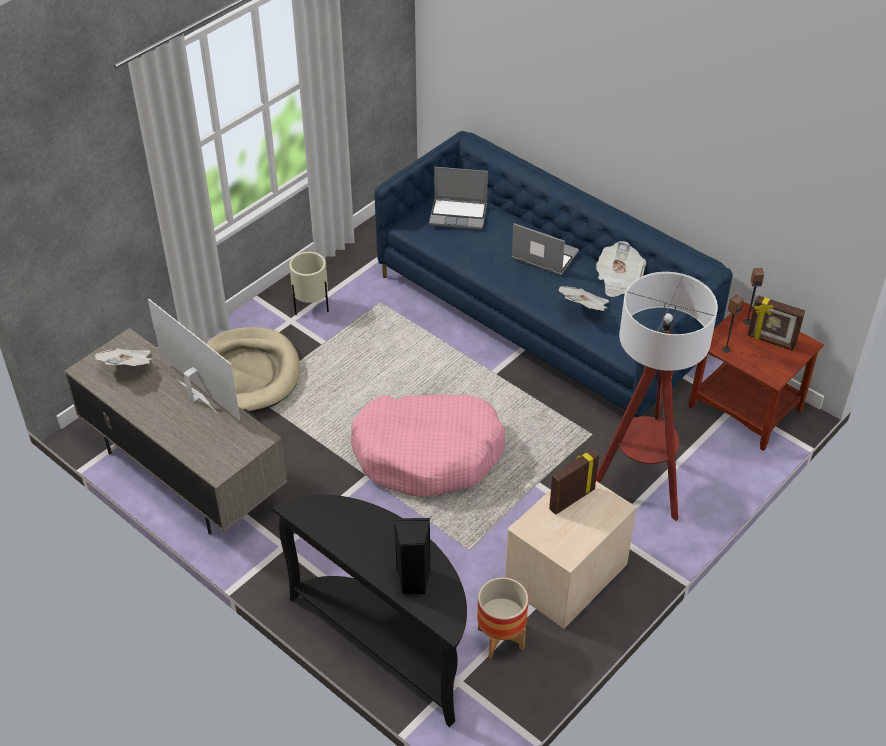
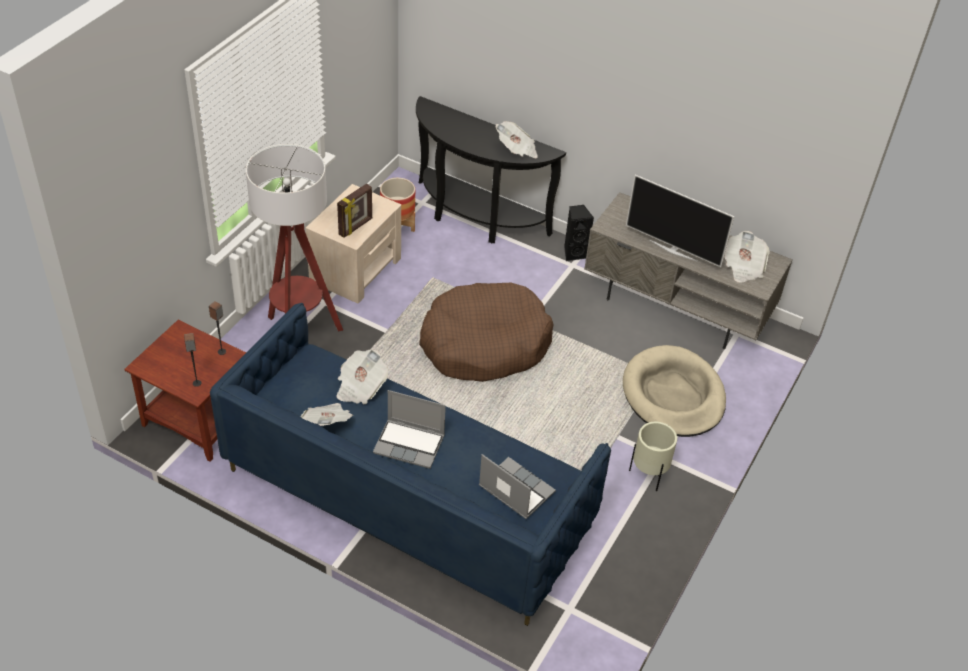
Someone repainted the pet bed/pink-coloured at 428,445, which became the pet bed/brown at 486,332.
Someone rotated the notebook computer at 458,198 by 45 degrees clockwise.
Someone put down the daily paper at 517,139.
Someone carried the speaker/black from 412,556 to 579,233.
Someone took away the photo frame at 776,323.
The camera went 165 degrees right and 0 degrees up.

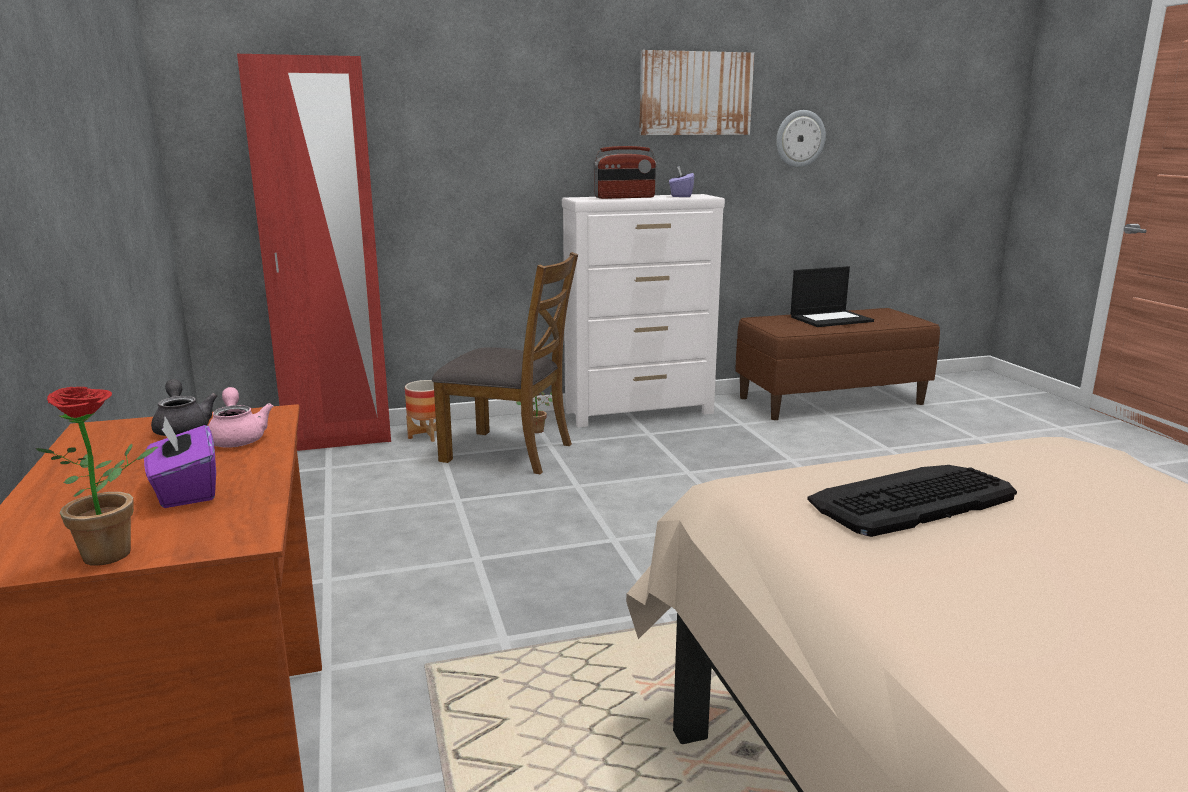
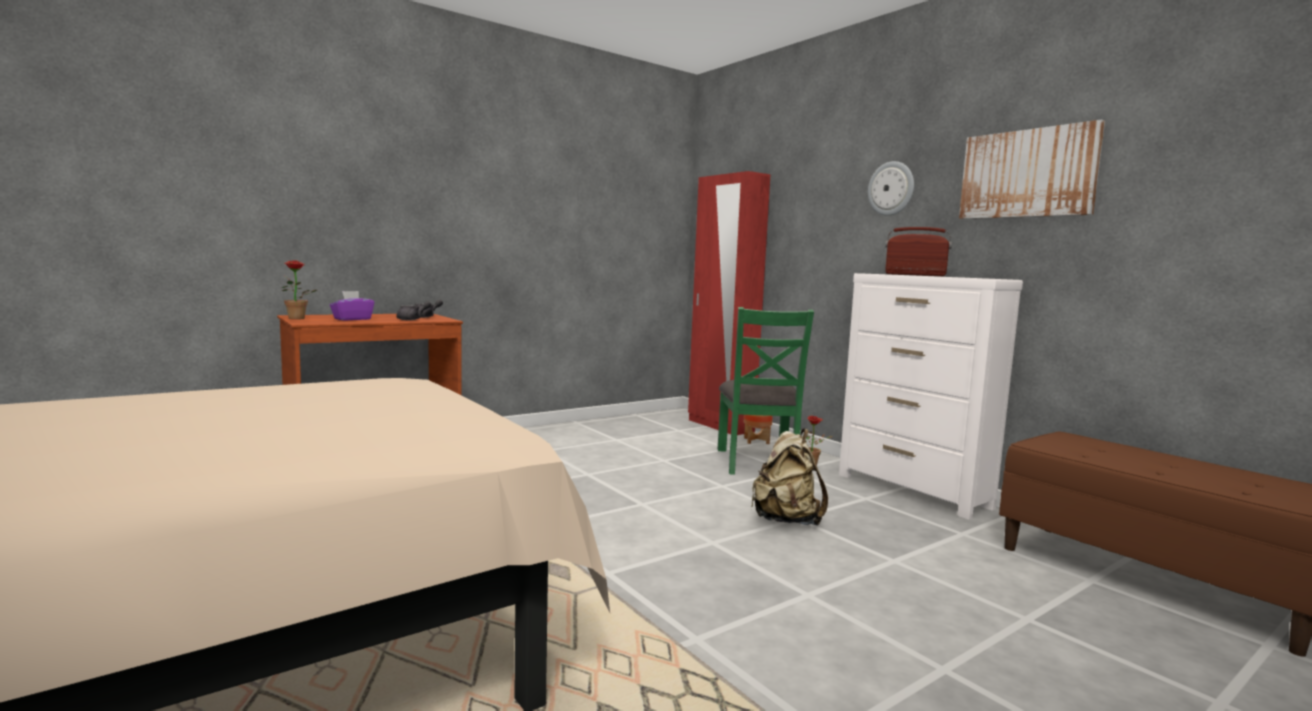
Someone repainted the pot for tea/pink-coloured at 240,417, which became the pot for tea/greyish at 414,310.
Someone repainted the upright chair/brown at 505,363, which became the upright chair/green at 766,391.
Someone put down the rucksack/beige at 789,477.
Someone carried the clock on the wall from 801,138 to 891,188.
Someone rotated the radio receiver at 625,172 by 150 degrees clockwise.
Someone took away the box of tissues/purple-coloured at 682,181.
Someone took away the notebook computer at 832,296.
Someone took away the computer keyboard at 912,501.
The camera went 70 degrees right and 10 degrees down.

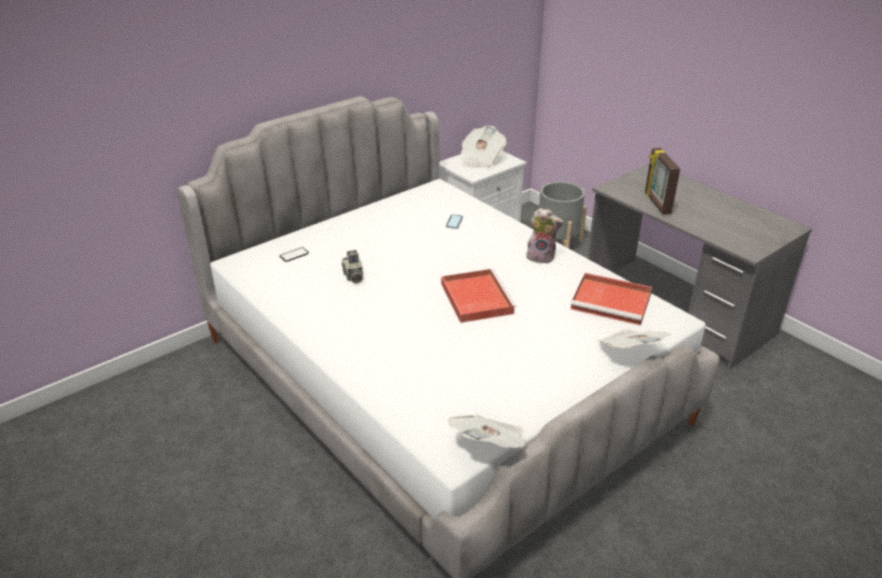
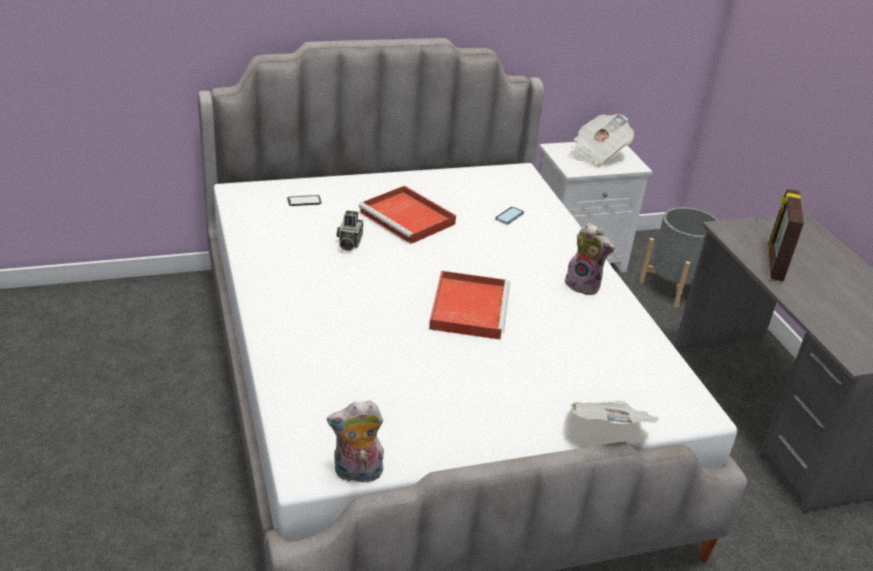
Someone swapped the daily paper at 487,431 for the soft toy at 355,441.
Someone carried the serving tray/reddish from 611,299 to 407,215.
The camera went 20 degrees right and 0 degrees up.

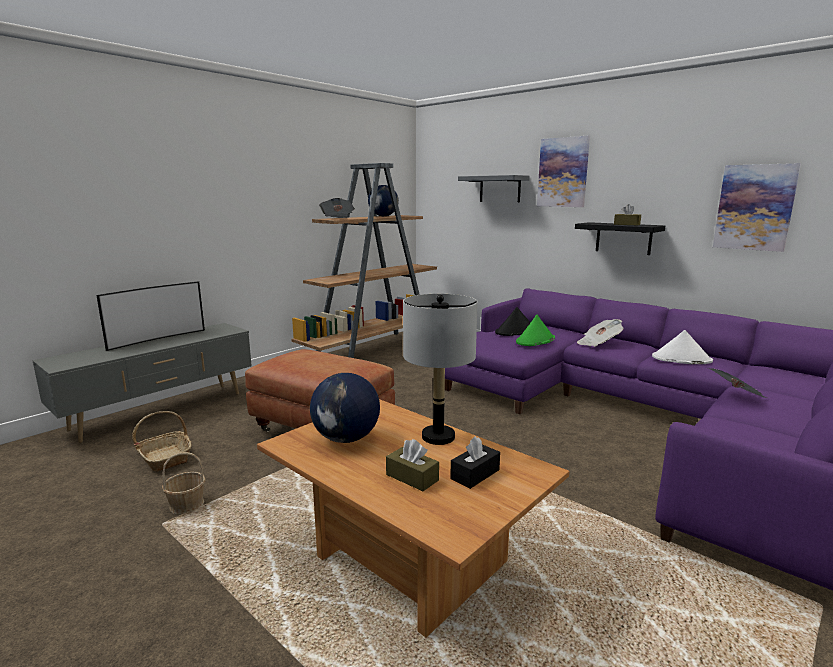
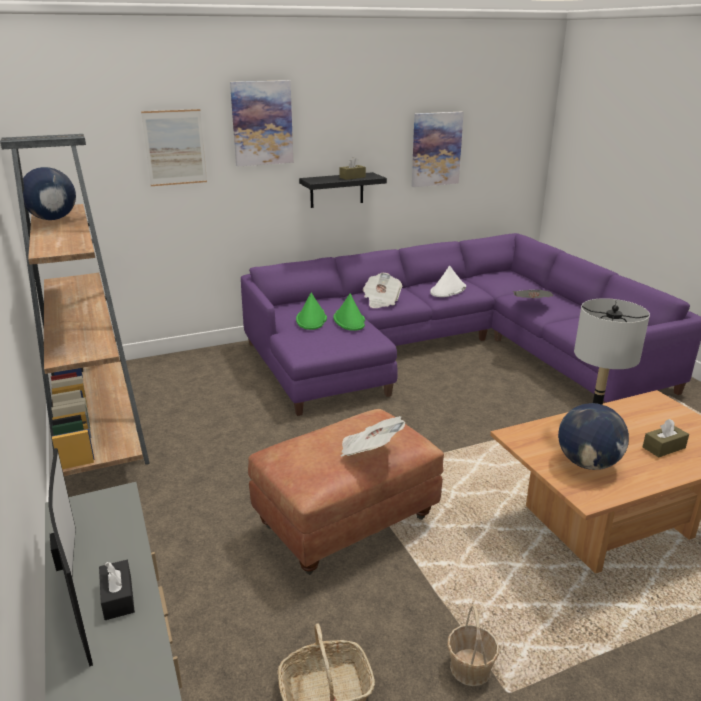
Someone carried the box of tissues/black from 475,462 to 117,590.
Someone swapped the bracket shelf/greyish at 494,188 for the wall picture at 174,147.
Someone repainted the wearable hat/black at 513,321, which became the wearable hat/green at 311,311.
Someone carried the daily paper from 337,208 to 373,436.
The camera went 65 degrees left and 10 degrees up.

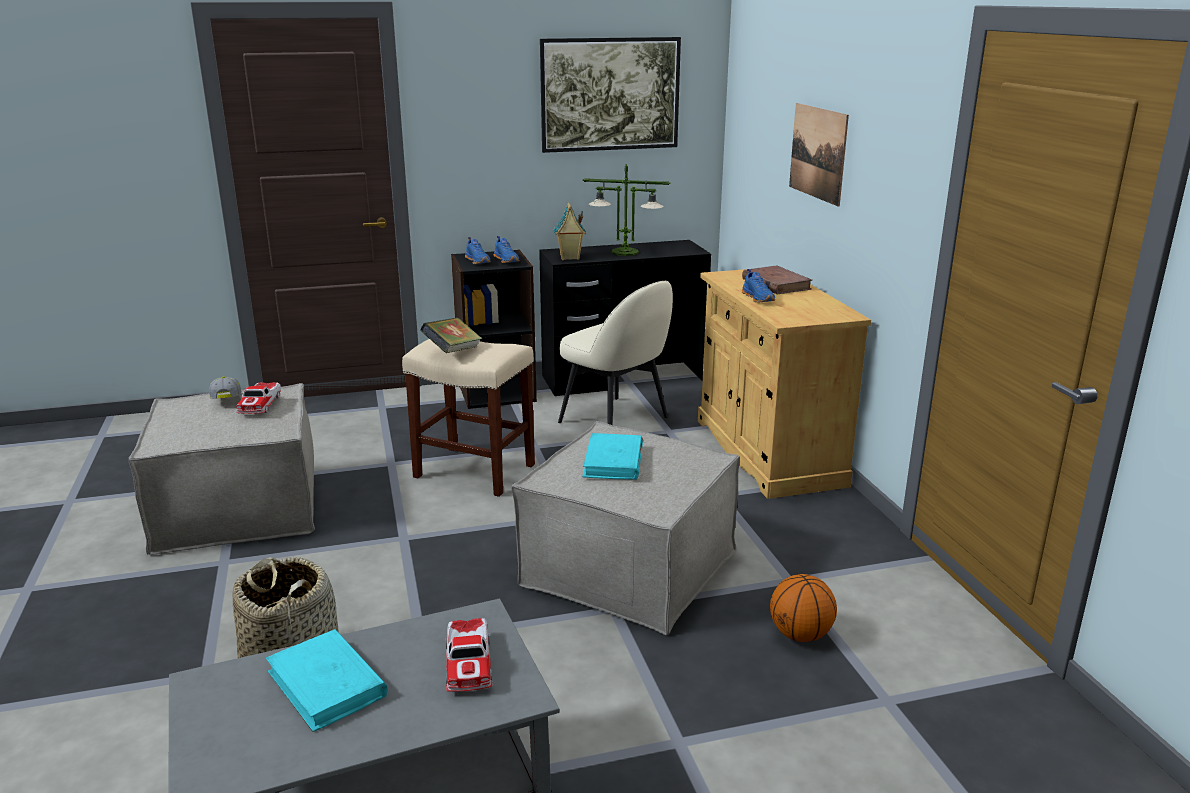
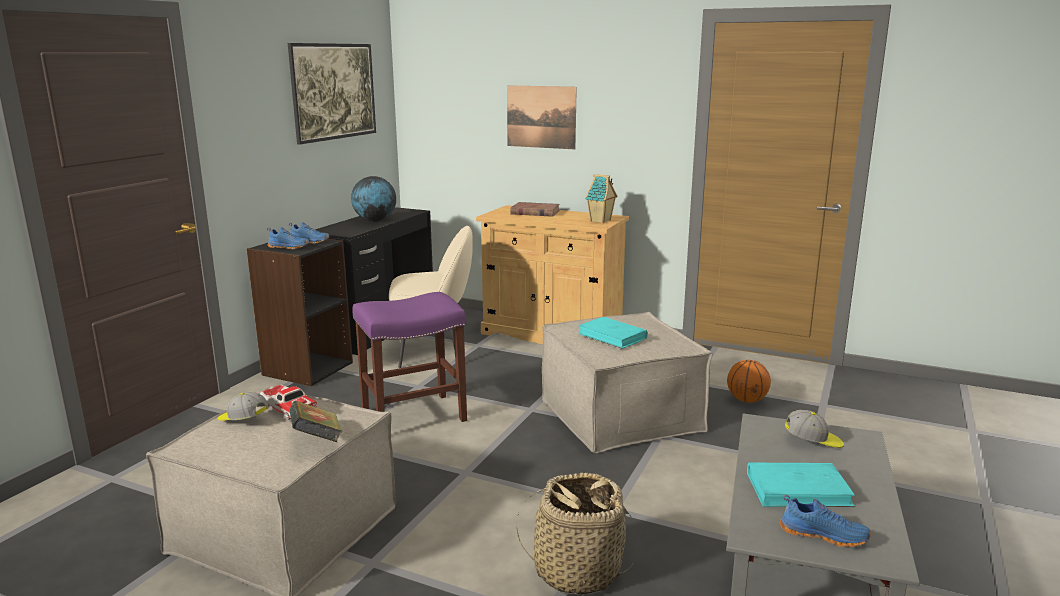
Someone carried the book from 451,335 to 316,421.
Someone swapped the tabletop lamp at 627,210 for the globe at 373,199.
Someone repainted the stool seat/beige at 468,418, which became the stool seat/purple-coloured at 409,357.
Someone carried the toy house from 570,231 to 601,198.
Someone carried the shoe/blue-coloured from 758,286 to 825,521.
Someone swapped the model car at 469,654 for the cap at 814,429.
The camera went 50 degrees left and 5 degrees down.

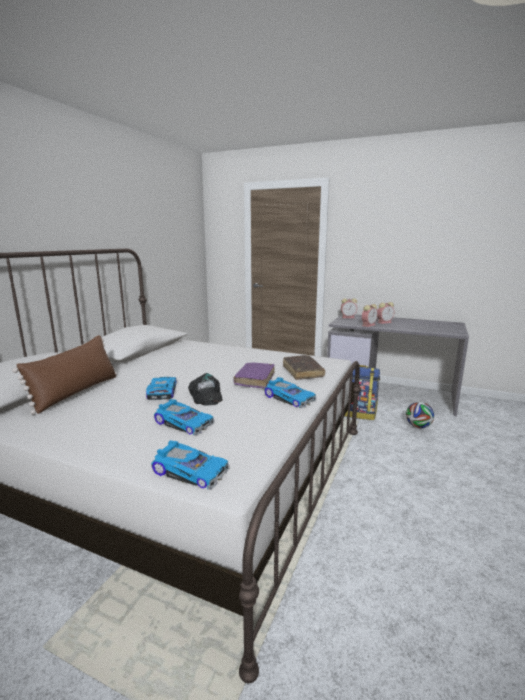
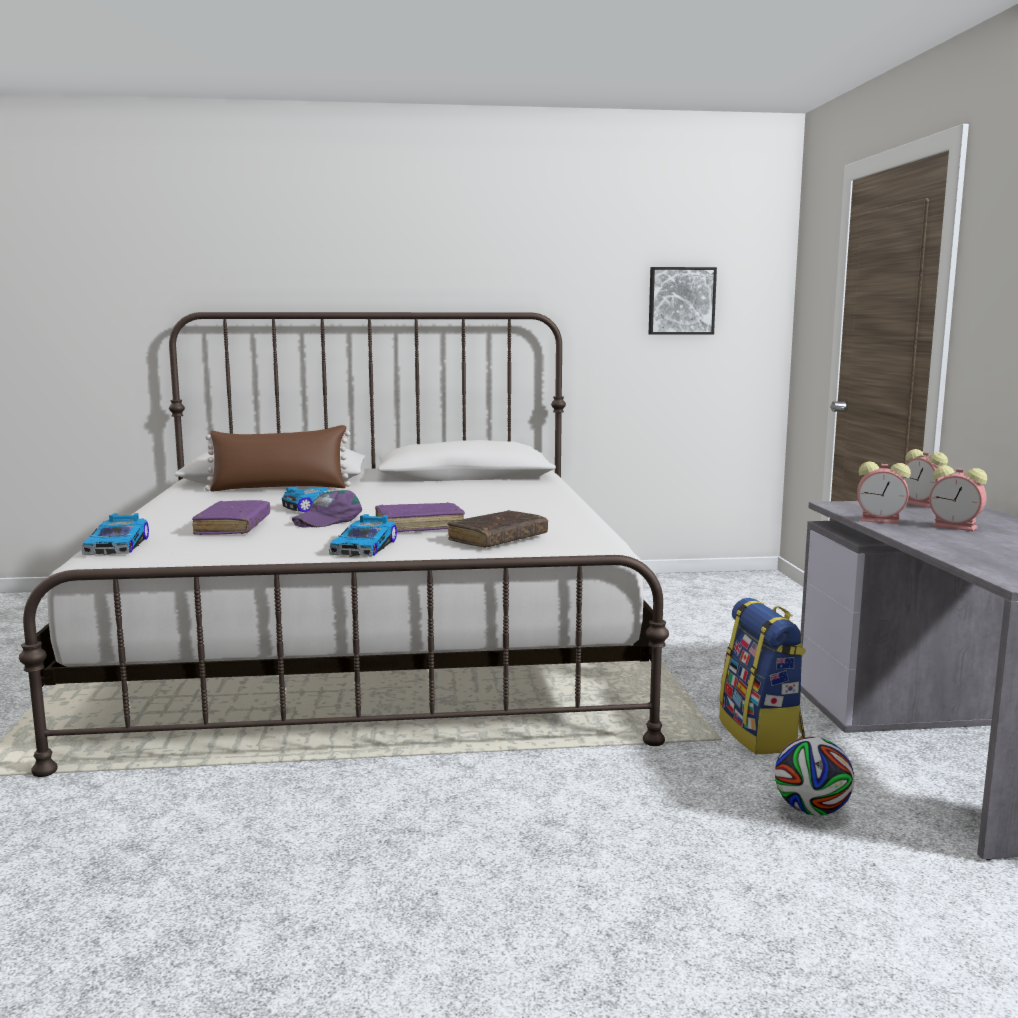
Someone swapped the model car at 184,417 for the book/purple-coloured at 231,517.
Someone repainted the cap/black at 205,389, which became the cap/purple-coloured at 327,509.
Someone put up the wall picture at 683,301.
The camera went 60 degrees right and 5 degrees down.

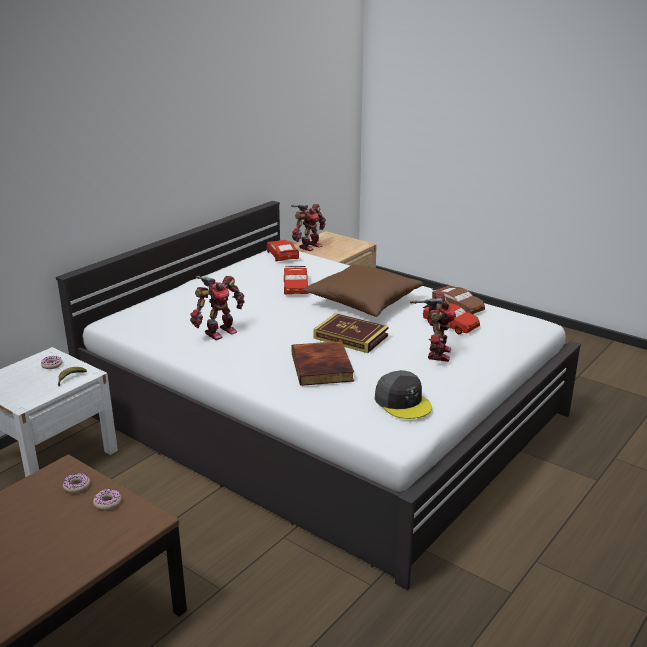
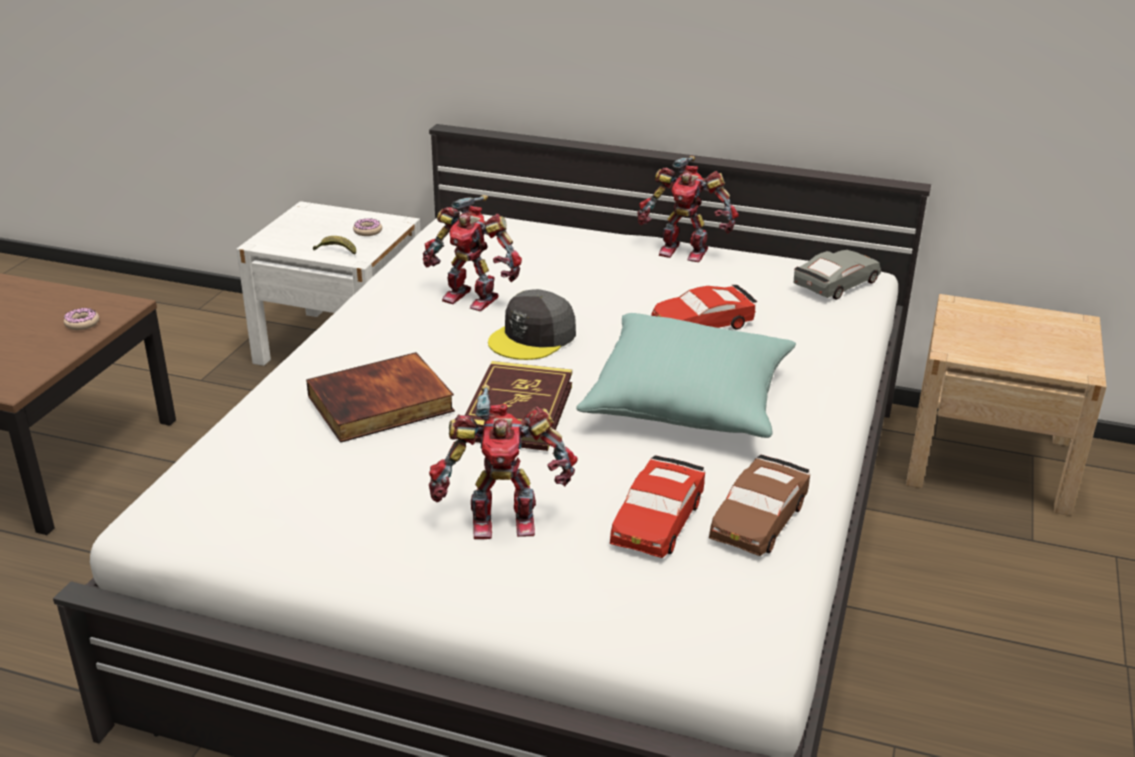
Someone carried the cap/greyish from 403,394 to 532,324.
Someone repainted the throw pillow/brown at 363,291, which became the throw pillow/blue-green at 686,375.
Someone carried the model robot from 308,227 to 687,209.
Someone repainted the model car/reddish at 283,251, which became the model car/greyish at 837,275.
Someone took away the doughnut at 107,499.
The camera went 70 degrees right and 5 degrees up.

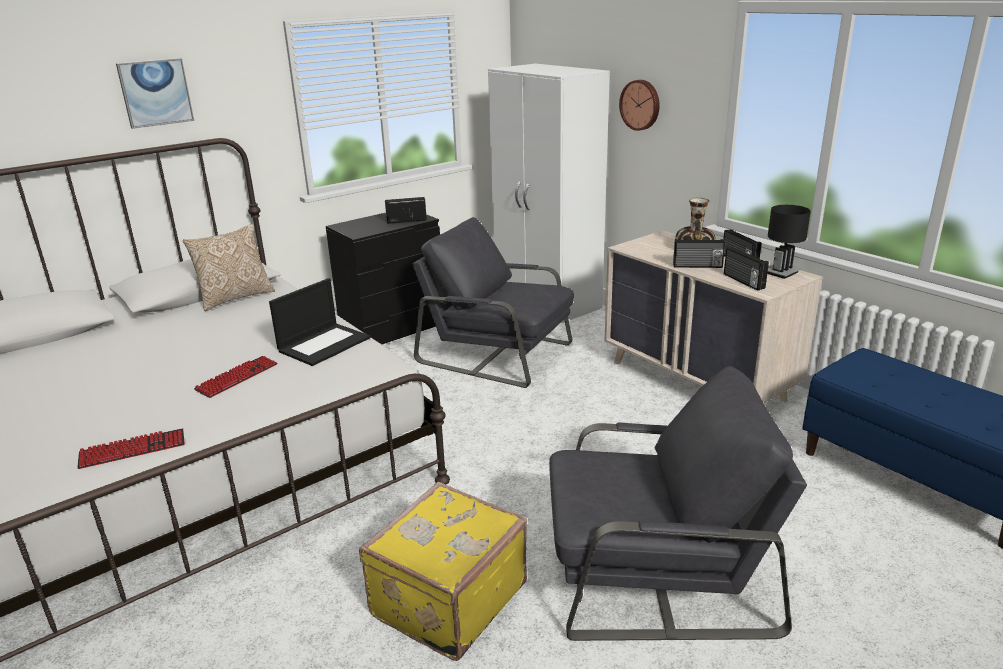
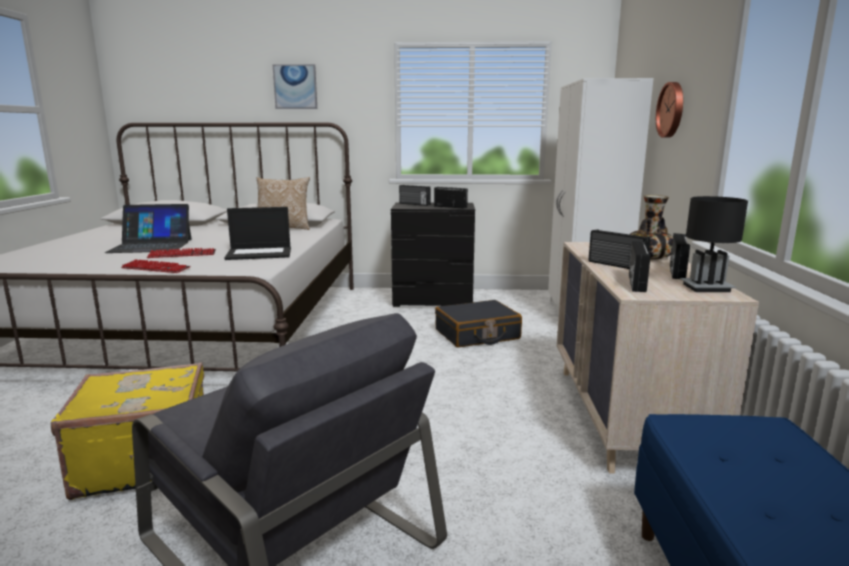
Someone put down the notebook computer at 148,228.
Someone carried the computer keyboard from 131,448 to 156,266.
Someone put down the radio receiver at 414,195.
Someone swapped the armchair/greyish at 493,302 for the suitcase/black at 478,323.
The camera went 40 degrees right and 10 degrees down.

